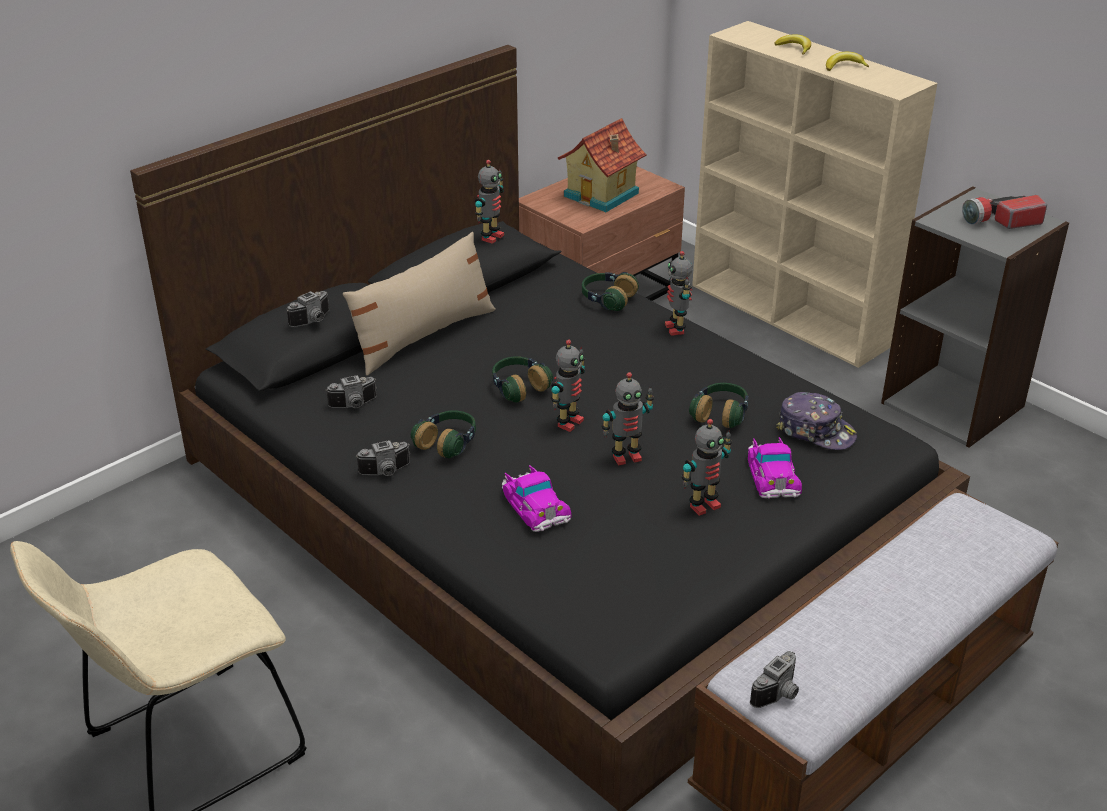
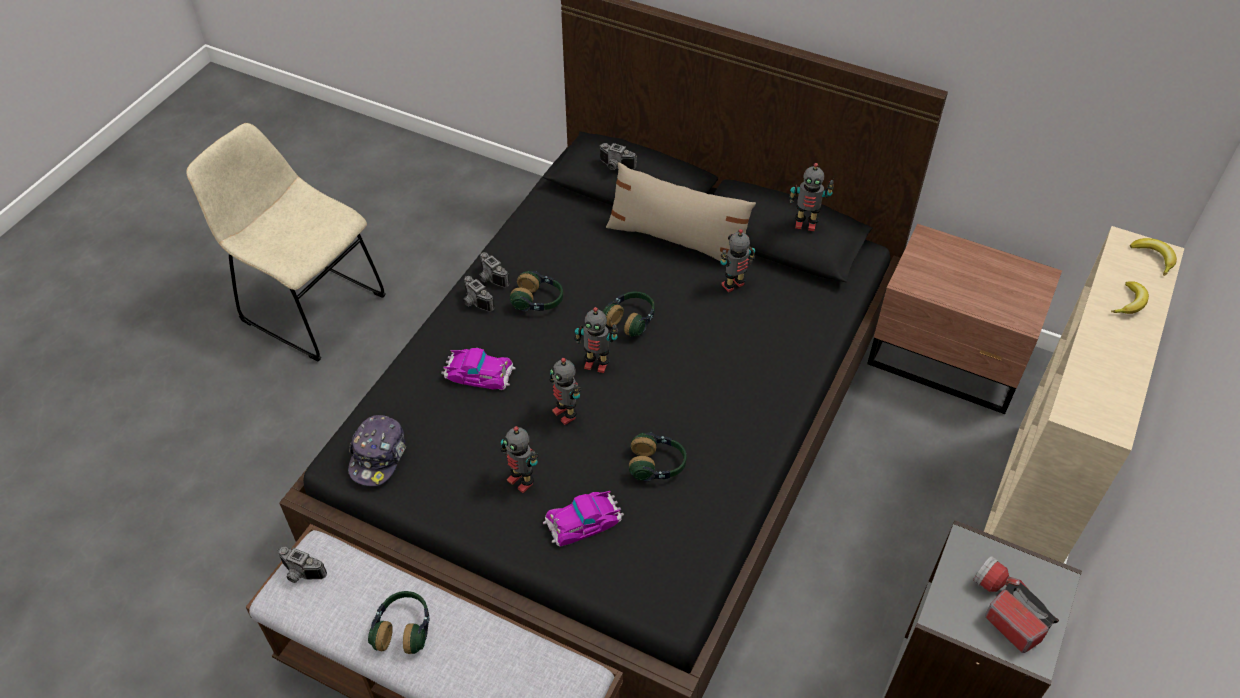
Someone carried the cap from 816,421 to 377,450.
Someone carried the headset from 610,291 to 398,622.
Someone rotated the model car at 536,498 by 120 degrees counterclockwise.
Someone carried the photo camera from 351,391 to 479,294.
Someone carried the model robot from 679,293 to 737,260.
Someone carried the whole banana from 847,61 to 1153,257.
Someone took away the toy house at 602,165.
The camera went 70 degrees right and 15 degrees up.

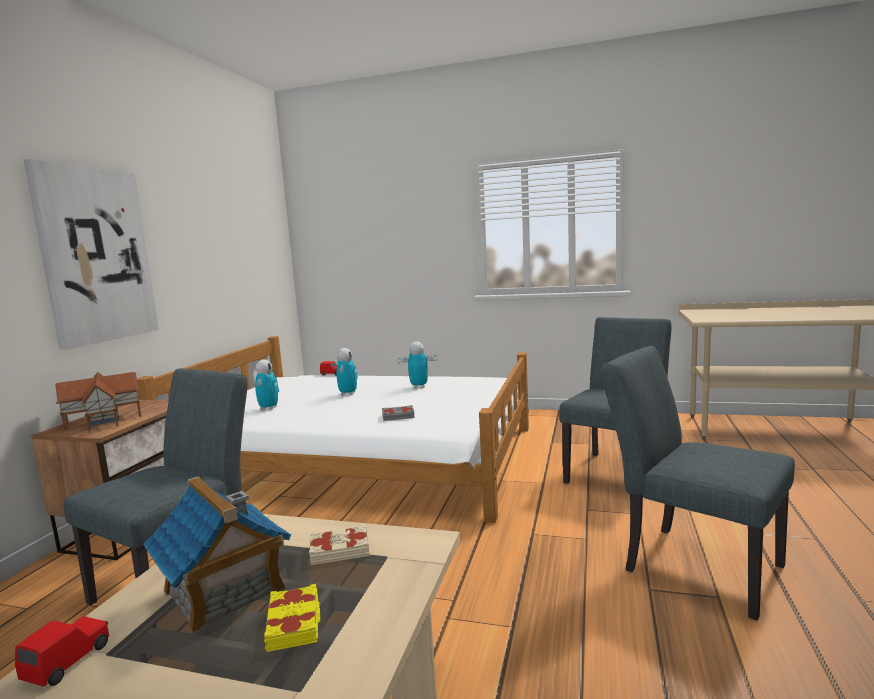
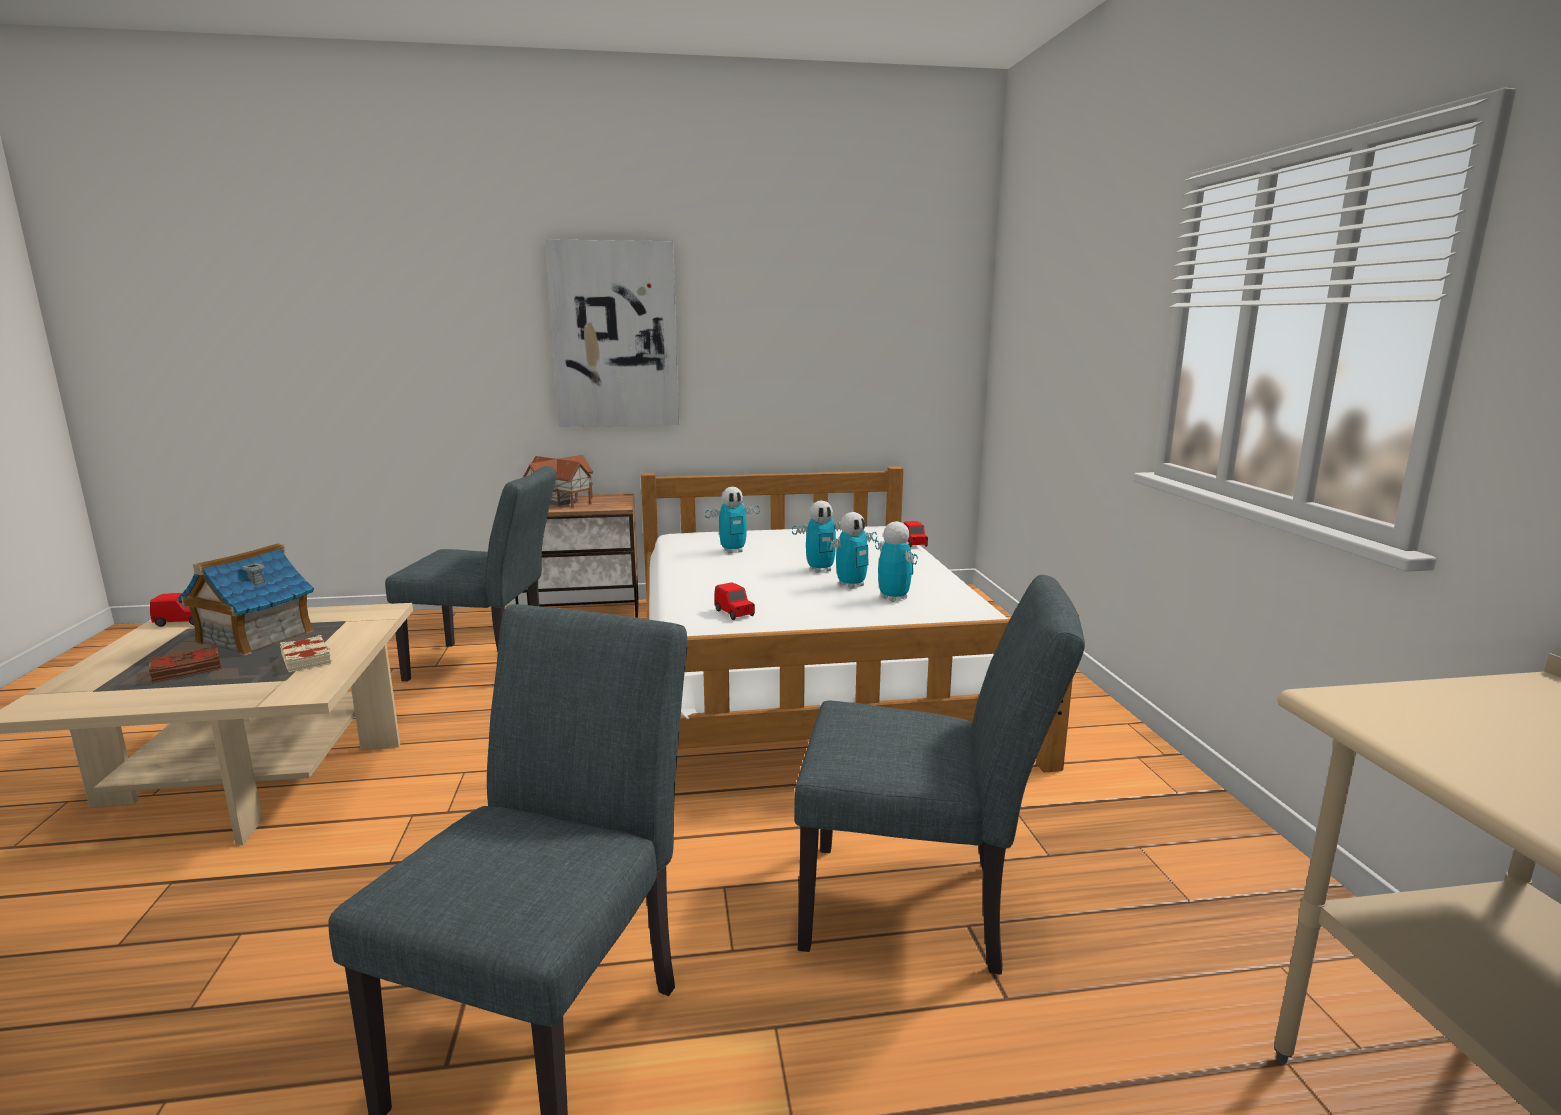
Someone repainted the book/yellow-coloured at 292,618, which became the book/brown at 185,664.
Someone swapped the book/greyish at 398,413 for the model car/reddish at 734,601.
Someone put down the model robot at 852,550.
The camera went 65 degrees right and 5 degrees up.

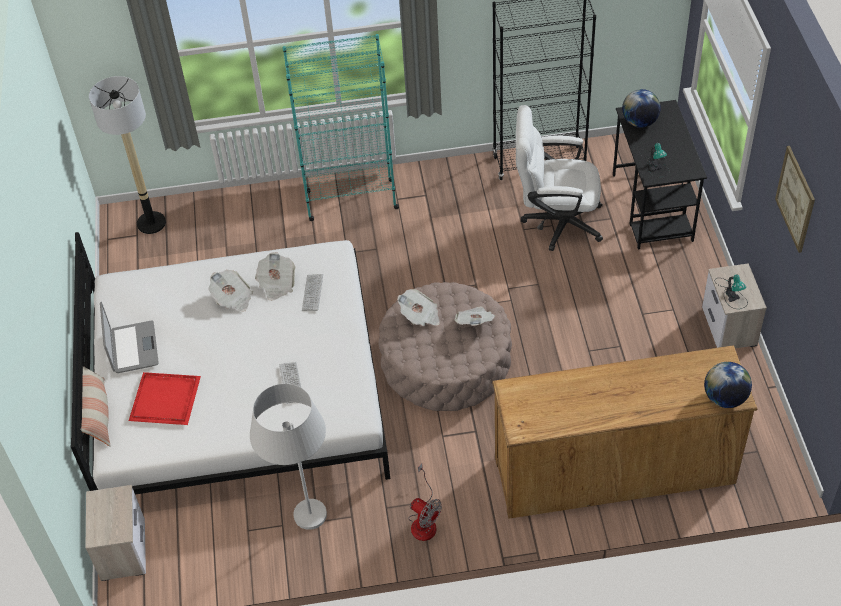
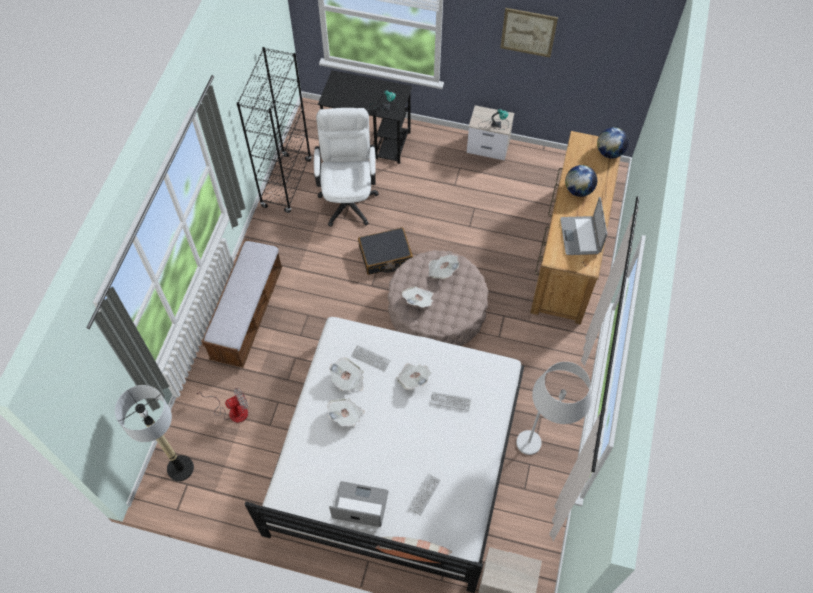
Someone carried the cooling fan from 425,502 to 222,405.
Someone swapped the bookshelf/blue-green at 340,127 for the bench at 242,303.
Someone rotated the computer chair/white-coloured at 559,178 by 150 degrees clockwise.
Someone put down the suitcase/black at 385,251.
Someone put down the daily paper at 413,376.
Someone swapped the serving tray/reddish at 165,398 for the computer keyboard at 424,494.
Someone put down the notebook computer at 583,226.
Someone carried the globe from 641,108 to 581,181.
The camera went 70 degrees left and 10 degrees up.

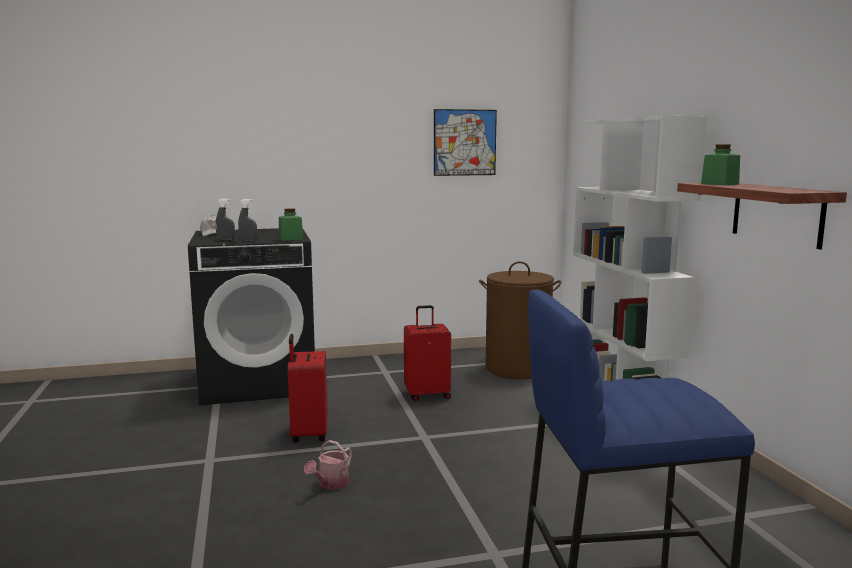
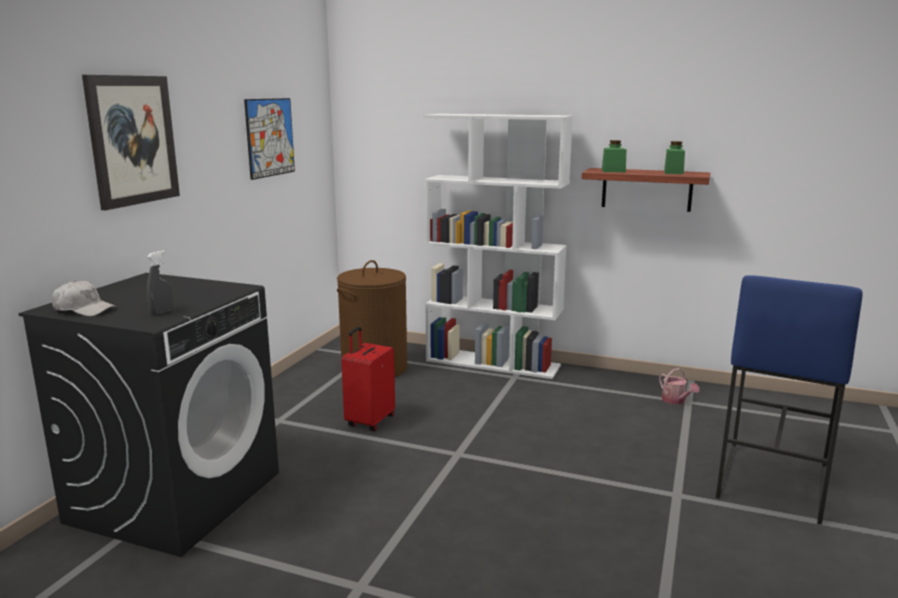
Someone put up the wall picture at 131,142.
Someone carried the watering can from 328,465 to 679,386.
Someone carried the preserve jar/green from 291,224 to 674,157.
Someone took away the spray bottle/greyish at 247,220.
Someone took away the suitcase/reddish at 308,388.
The camera went 55 degrees left and 5 degrees up.

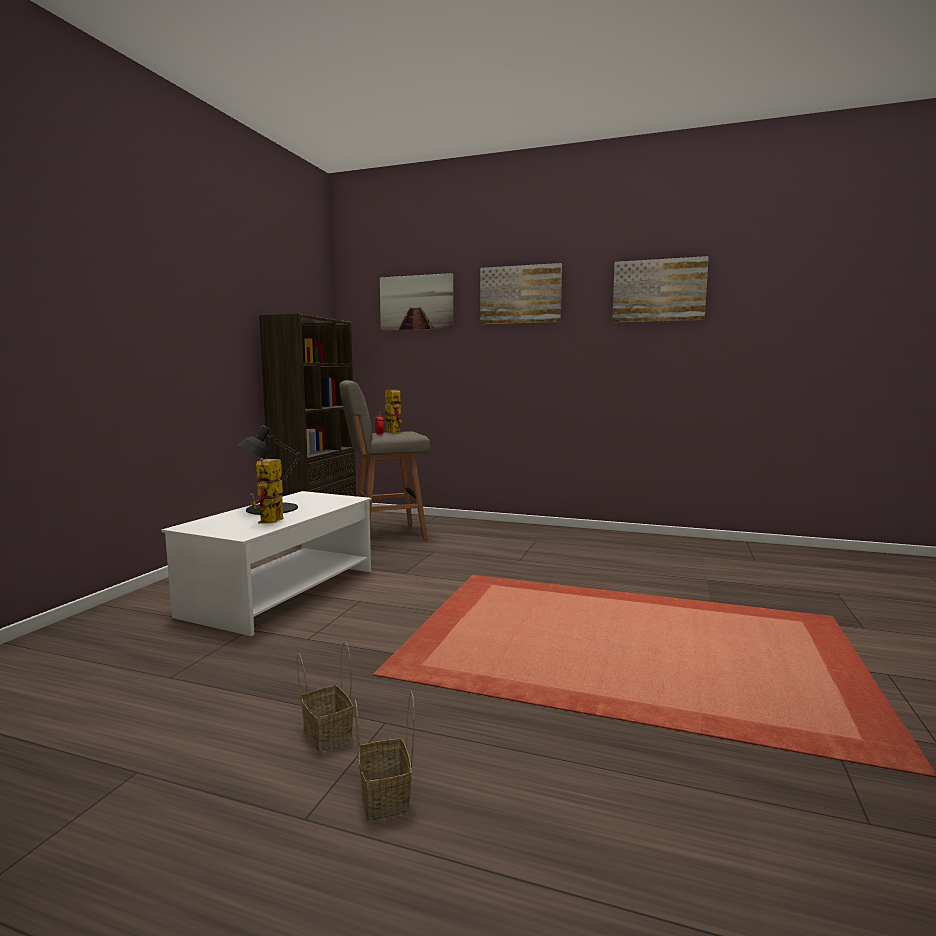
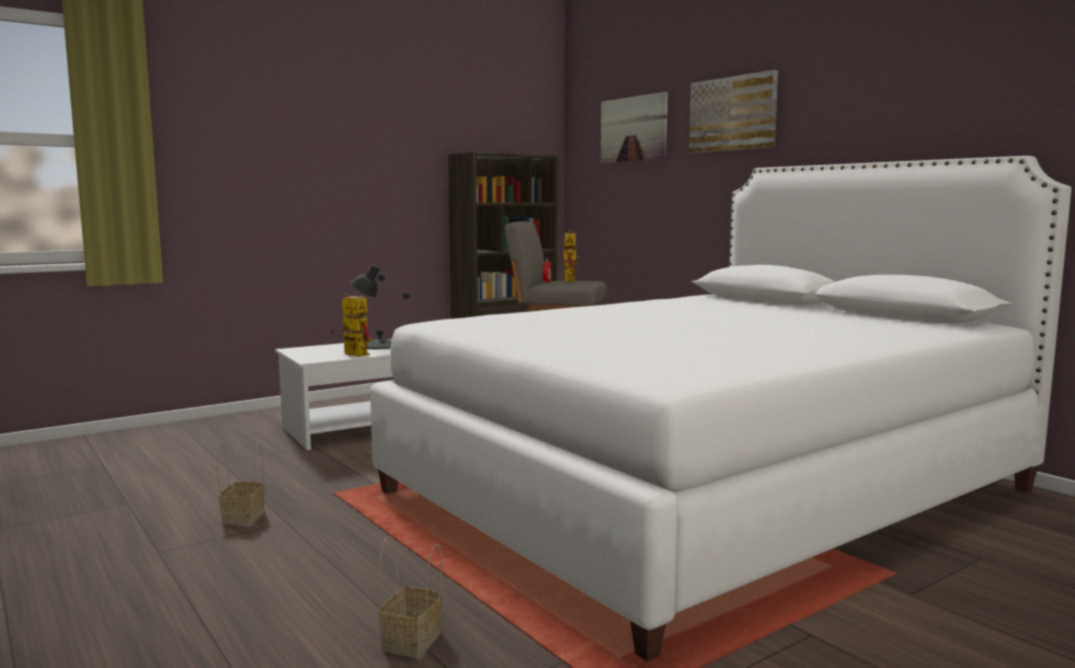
Someone rotated the model robot at 267,491 by 75 degrees clockwise.
Someone put down the bedroom bed/white-coloured at 720,408.
Someone carried the household basket from 384,756 to 411,597.
Someone took away the wall picture at 660,289.
The camera went 35 degrees right and 0 degrees up.

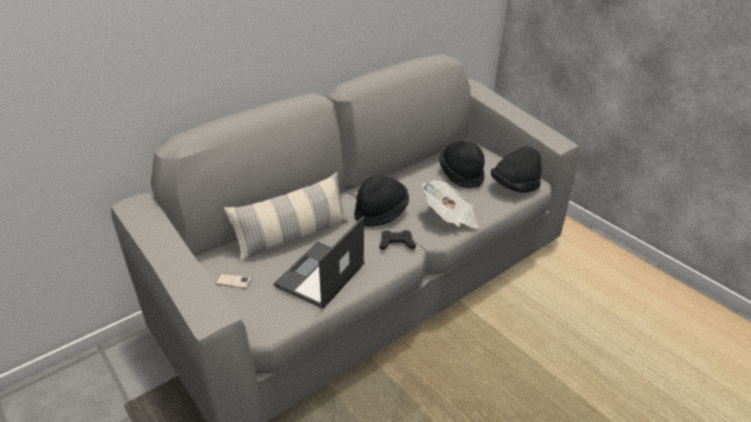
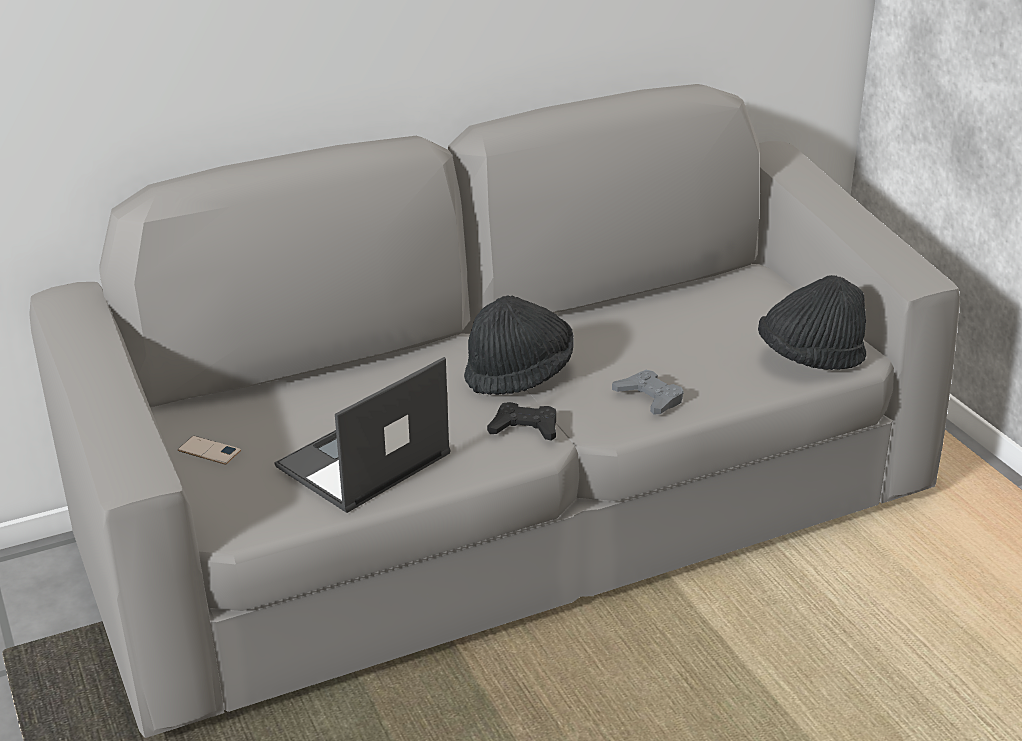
Someone swapped the daily paper at 450,204 for the joypad/greyish at 648,392.
Someone took away the throw pillow at 286,217.
Someone took away the wearable hat/black at 462,164.
The camera went 15 degrees right and 5 degrees down.

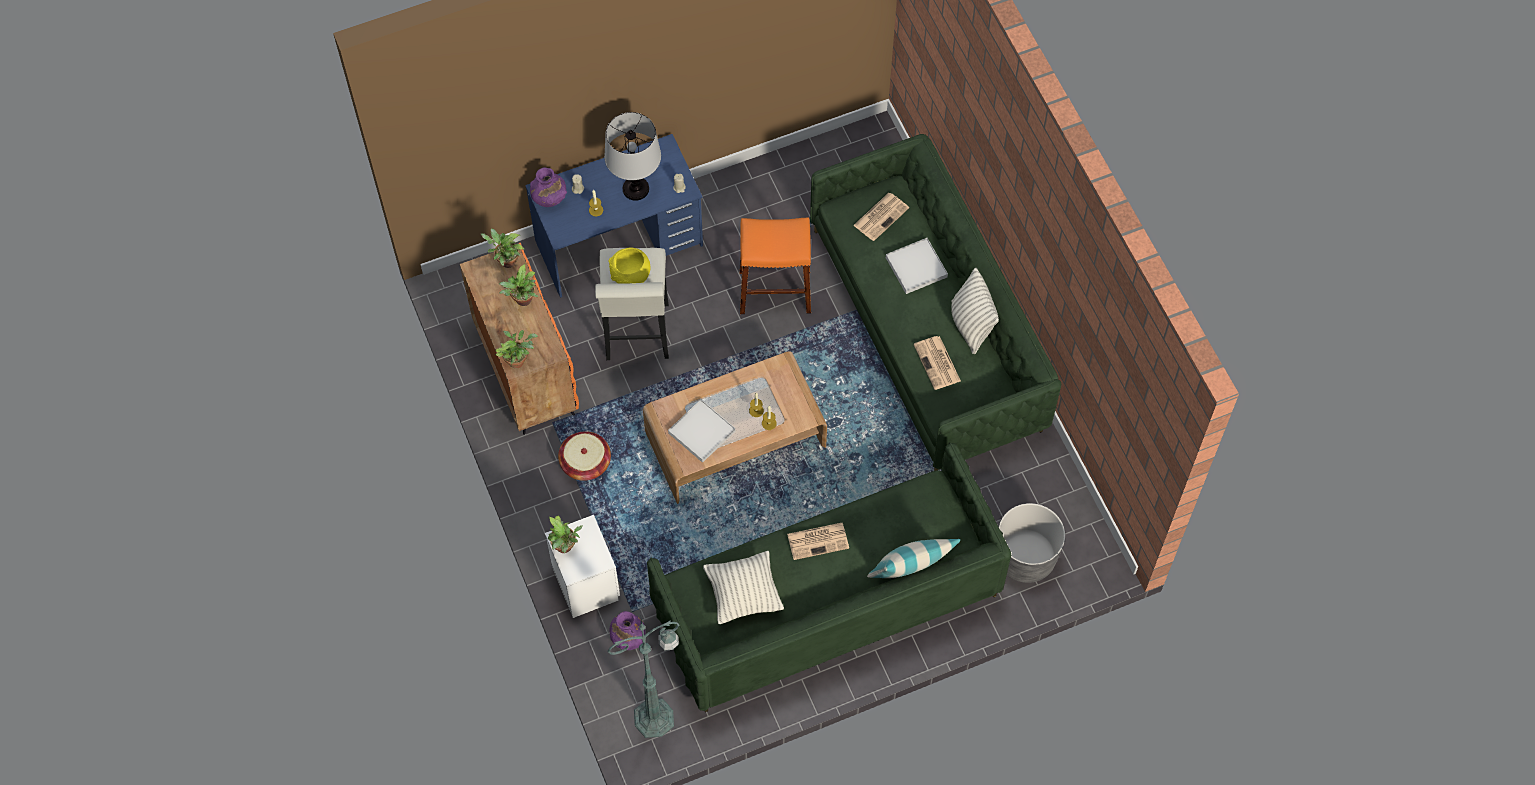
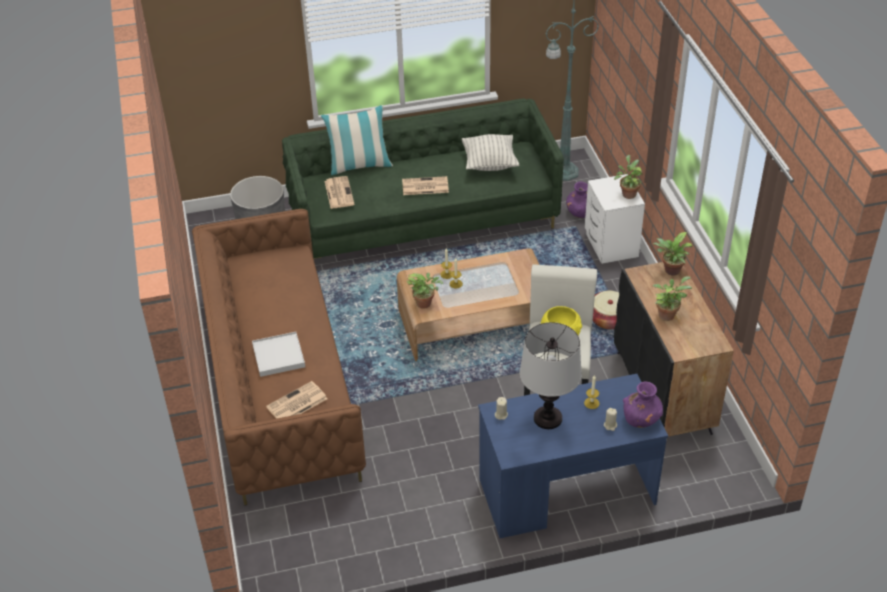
Someone repainted the couch/green at 935,302, which became the couch/brown at 279,357.
Someone carried the daily paper from 937,363 to 339,192.
Someone carried the potted plant from 502,248 to 425,291.
Someone repainted the cabinet/orange-coloured at 519,339, which became the cabinet/black at 674,349.
Someone took away the serving tray/white-coloured at 701,431.
Someone took away the stool seat/orange-coloured at 775,265.
Someone took away the throw pillow at 975,310.
The camera went 170 degrees left and 20 degrees down.

